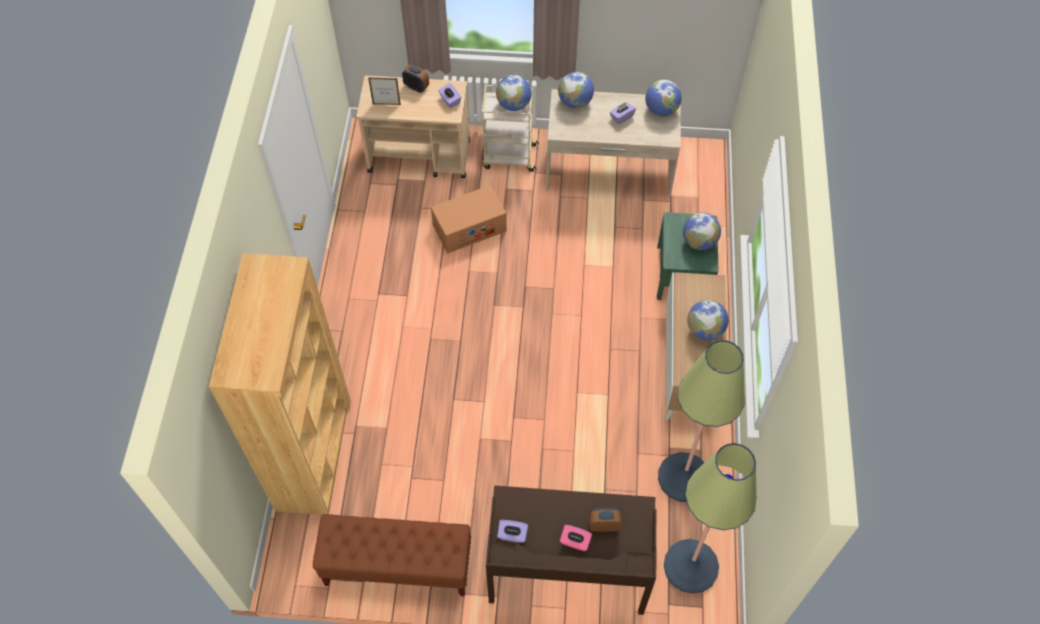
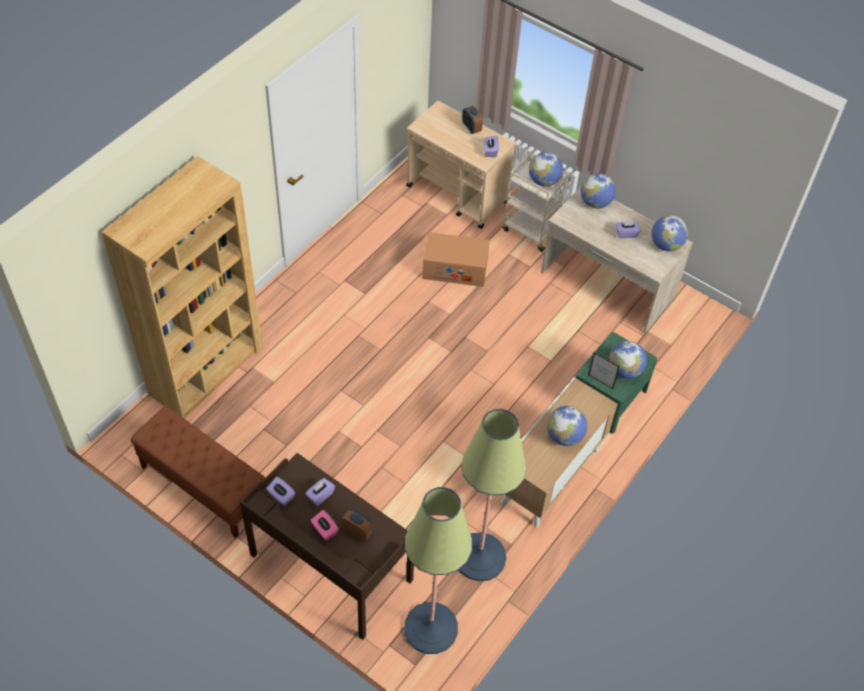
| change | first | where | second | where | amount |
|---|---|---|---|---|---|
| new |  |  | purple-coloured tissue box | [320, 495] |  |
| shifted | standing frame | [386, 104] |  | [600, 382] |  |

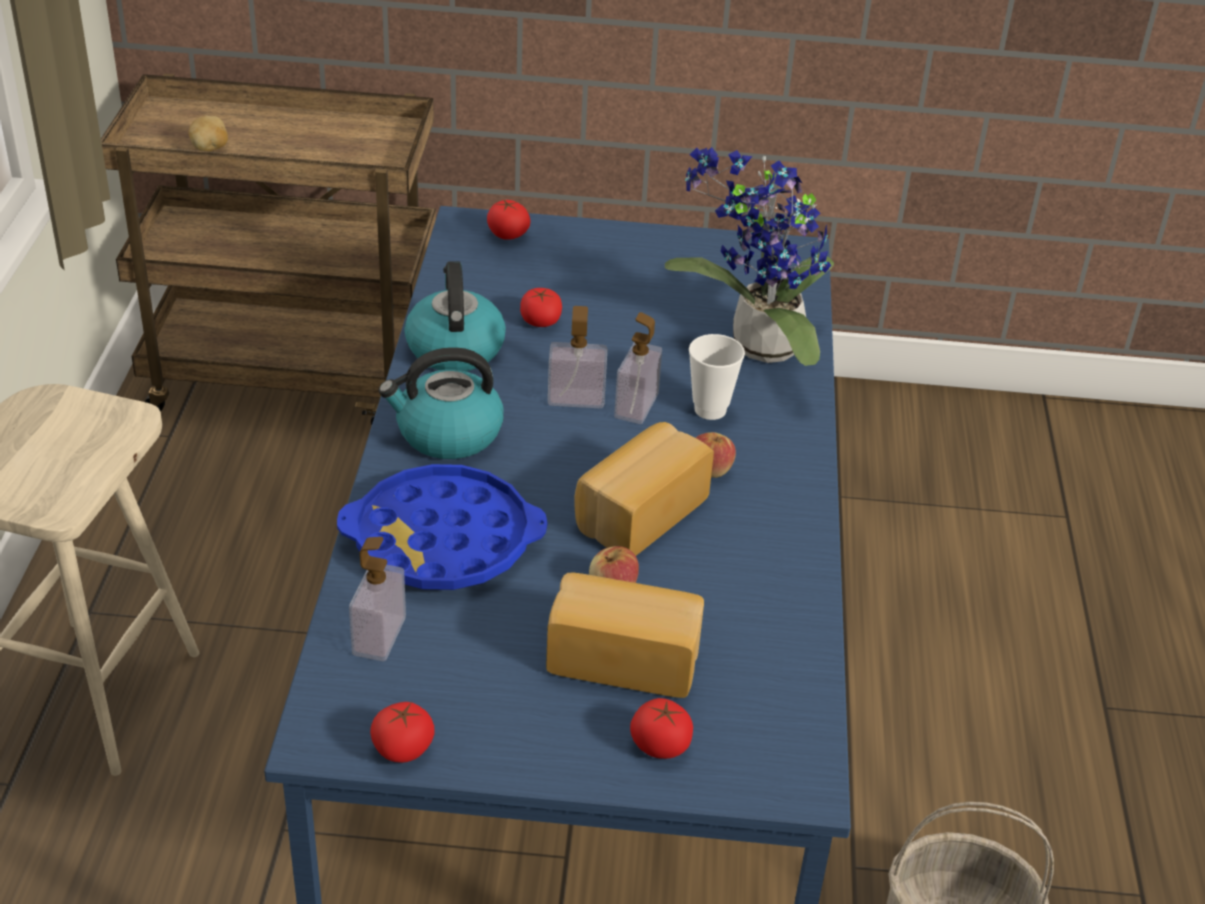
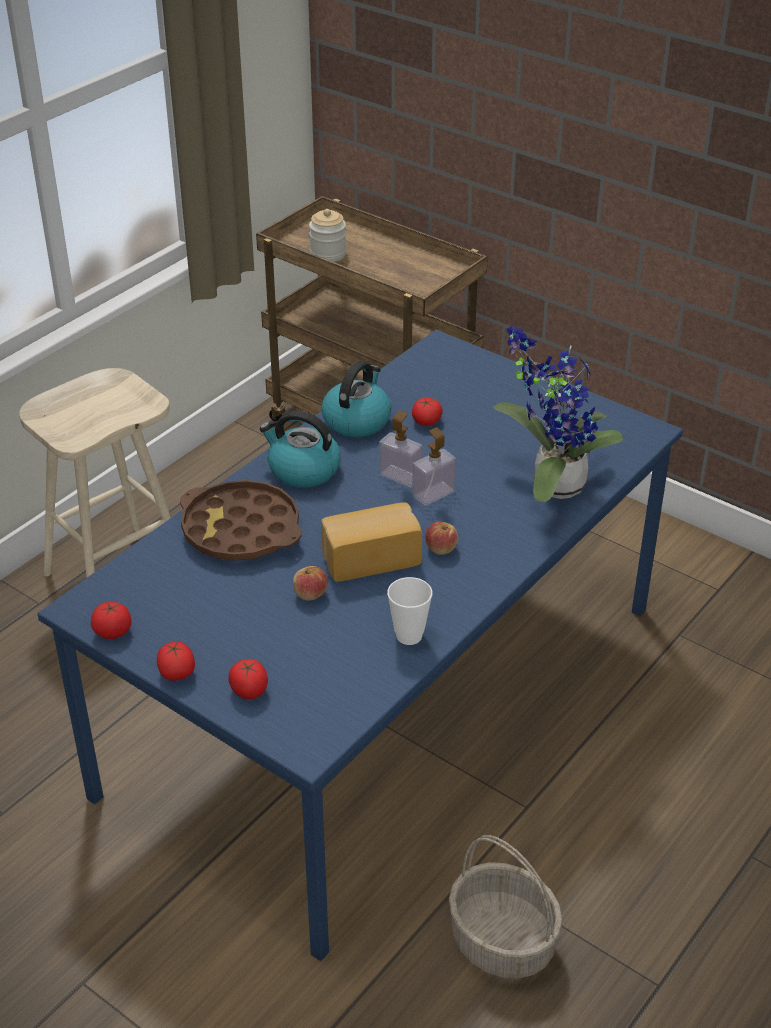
| change | first | where | second | where | amount |
|---|---|---|---|---|---|
| shifted | whole tomato | [507, 235] |  | [177, 673] |  |
| repainted | blue-coloured tray | [443, 540] | brown-coloured tray | [241, 530] |  |
| swapped | potato | [210, 149] | storage jar | [328, 254] |  |
| shifted | drinking cup | [710, 410] |  | [409, 636] |  |
| gone | soap dispenser | [379, 636] |  |  |  |
| gone | baked bread | [624, 656] |  |  |  |

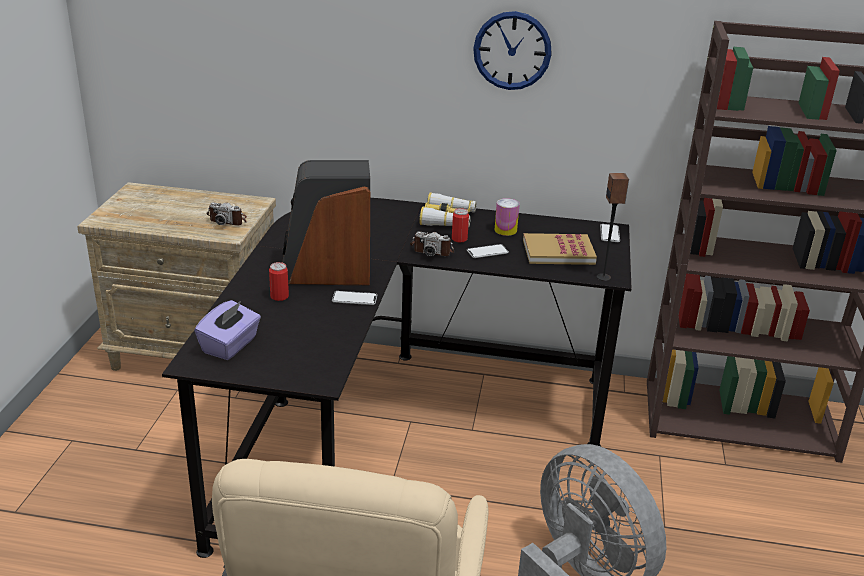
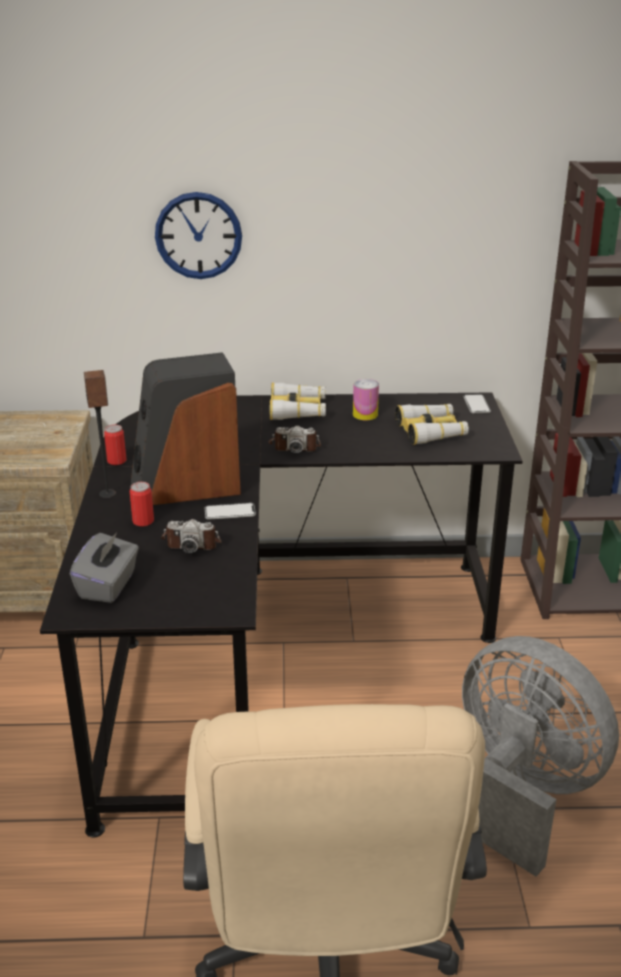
| change | first | where | second | where | amount |
|---|---|---|---|---|---|
| repainted | purple-coloured tissue box | [230, 345] | greyish tissue box | [108, 585] |  |
| shifted | audio speaker | [604, 277] |  | [108, 494] |  |
| shifted | sealed can | [459, 239] |  | [117, 461] |  |
| shifted | wall clock | [512, 51] |  | [198, 235] |  |
| shifted | photo camera | [228, 220] |  | [192, 542] |  |
| swapped | volume | [558, 252] | pair of binoculars | [431, 431] |  |
| gone | handset | [487, 252] |  |  |  |

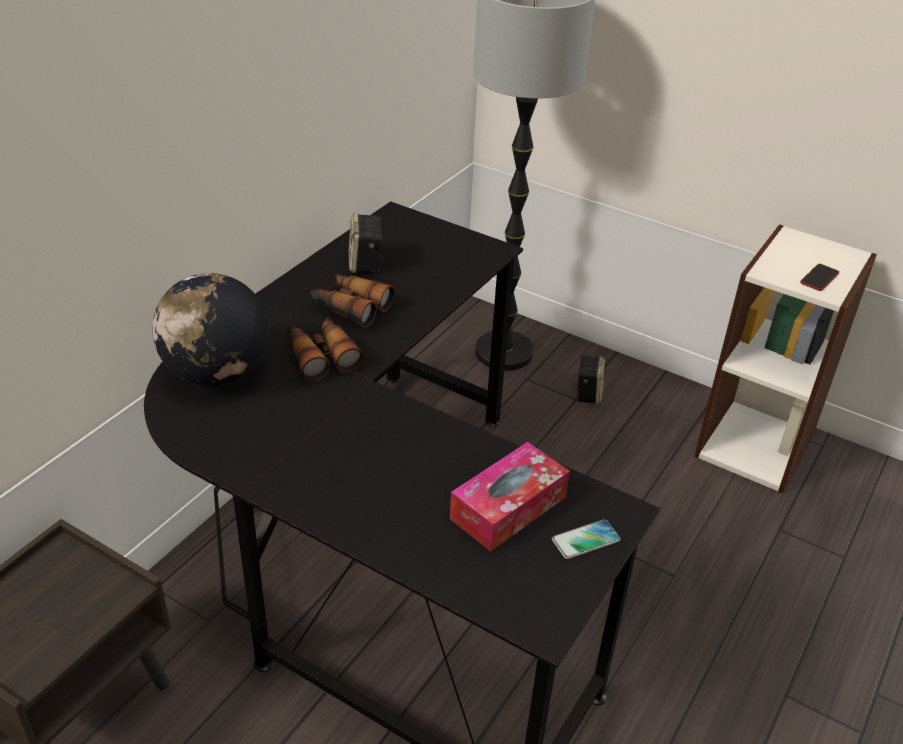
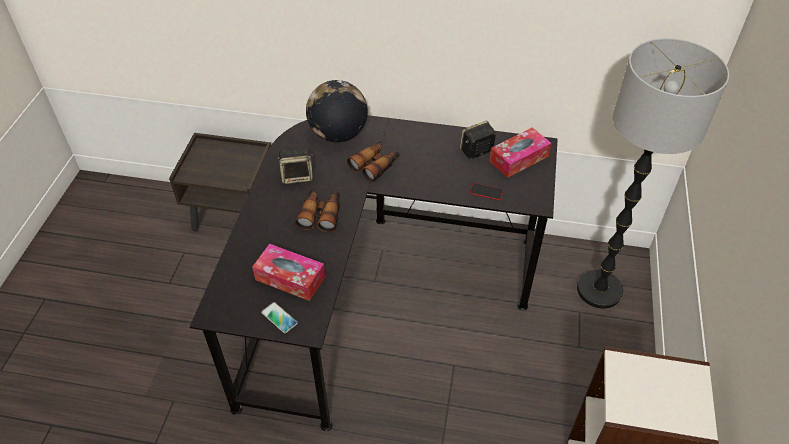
| change | first | where | second | where | amount |
|---|---|---|---|---|---|
| shifted | audio speaker | [588, 393] |  | [297, 176] |  |
| shifted | pair of binoculars | [350, 307] |  | [321, 214] |  |
| shifted | handset | [819, 278] |  | [486, 192] |  |
| new |  |  | tissue box | [519, 159] |  |

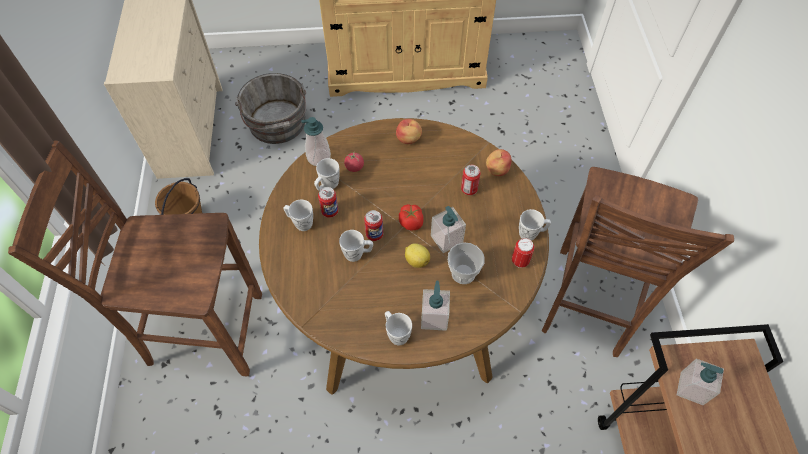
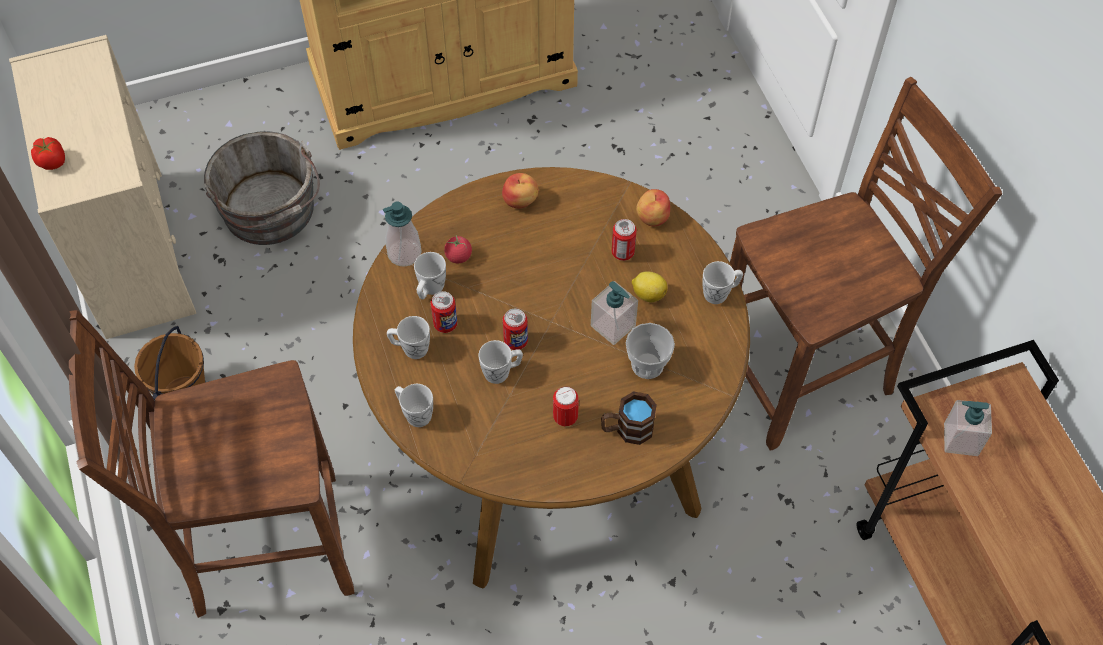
| change | first | where | second | where | amount |
|---|---|---|---|---|---|
| shifted | whole tomato | [411, 222] |  | [52, 162] |  |
| shifted | whitish mug | [396, 333] |  | [414, 413] |  |
| shifted | sealed can | [520, 261] |  | [565, 417] |  |
| swapped | soap dispenser | [434, 317] | brown-coloured mug | [627, 429] |  |
| shifted | whole lemon | [416, 260] |  | [648, 294] |  |
| rotated | brown-coloured plain chair | [588, 303] |  | [807, 375] | 120 degrees counterclockwise |

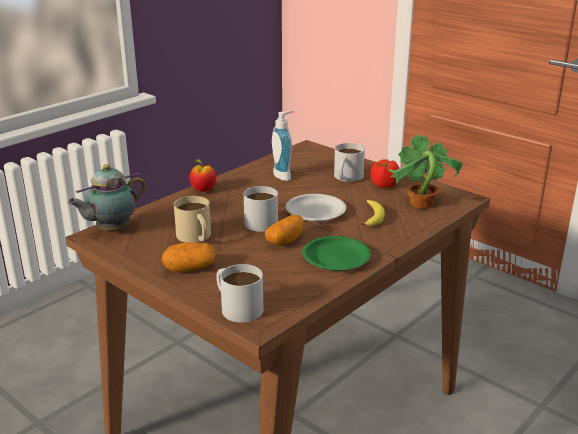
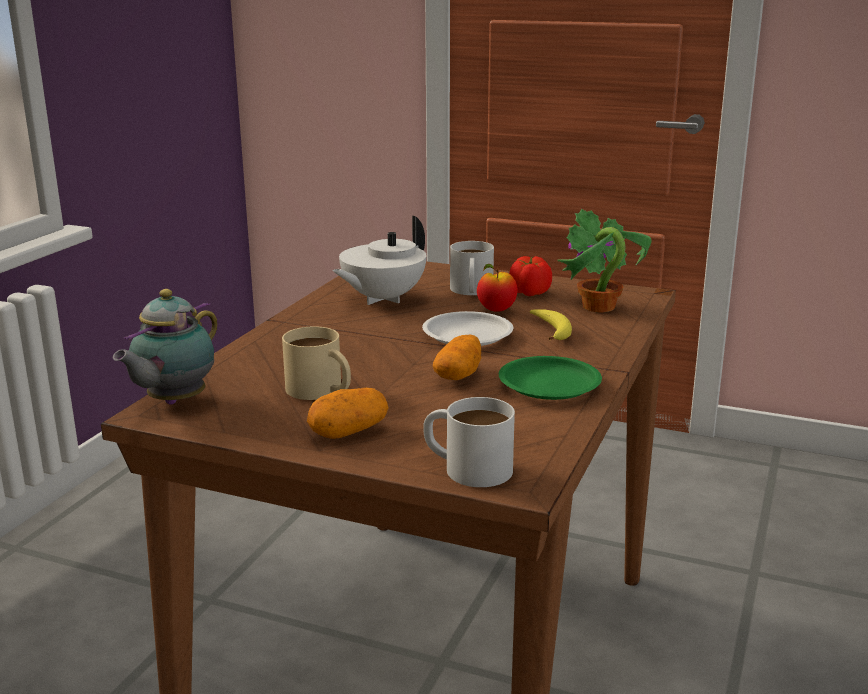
| change | first | where | second | where | amount |
|---|---|---|---|---|---|
| swapped | soap dispenser | [284, 175] | whitish pot for tea | [382, 299] |  |
| shifted | apple | [203, 190] |  | [496, 310] |  |
| gone | whitish mug | [259, 220] |  |  |  |

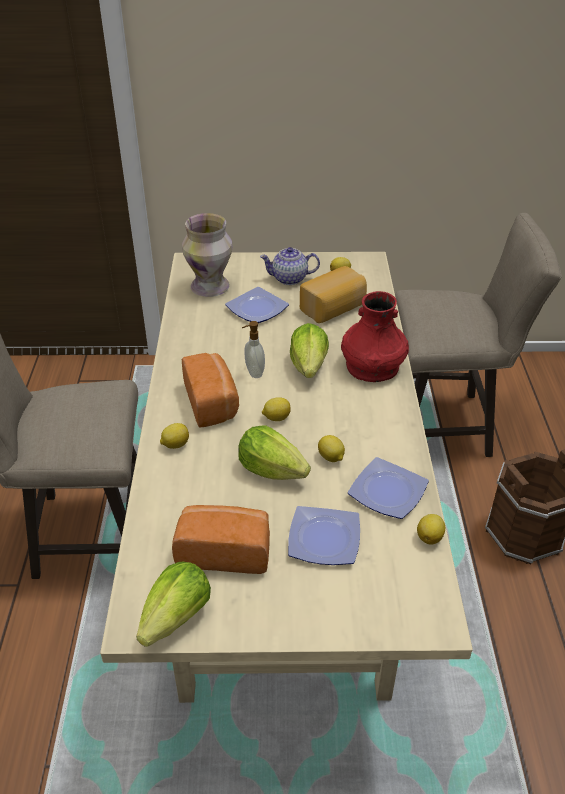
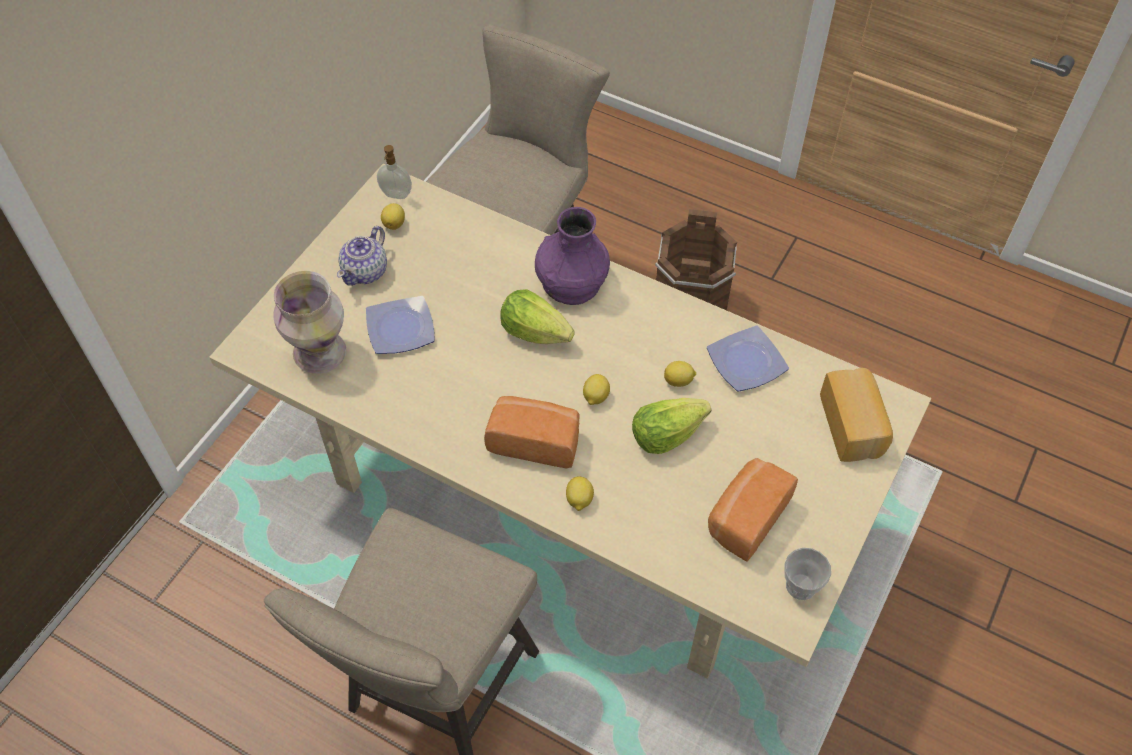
| change | first | where | second | where | amount |
|---|---|---|---|---|---|
| shifted | soap dispenser | [254, 372] |  | [396, 195] |  |
| repainted | red flower vase | [372, 366] | purple-coloured flower vase | [571, 281] |  |
| swapped | lettuce | [177, 617] | drinking cup | [801, 585] |  |
| shifted | baked bread | [334, 308] |  | [854, 425] |  |
| gone | plate | [322, 540] |  |  |  |
| gone | whole lemon | [430, 537] |  |  |  |

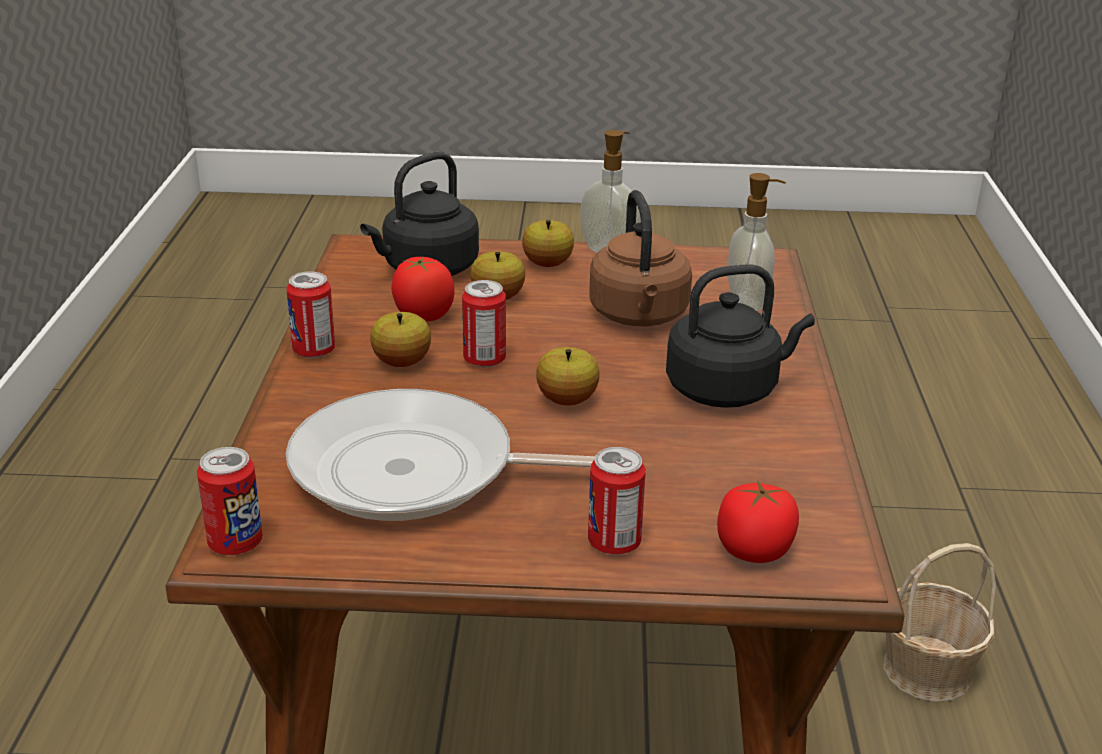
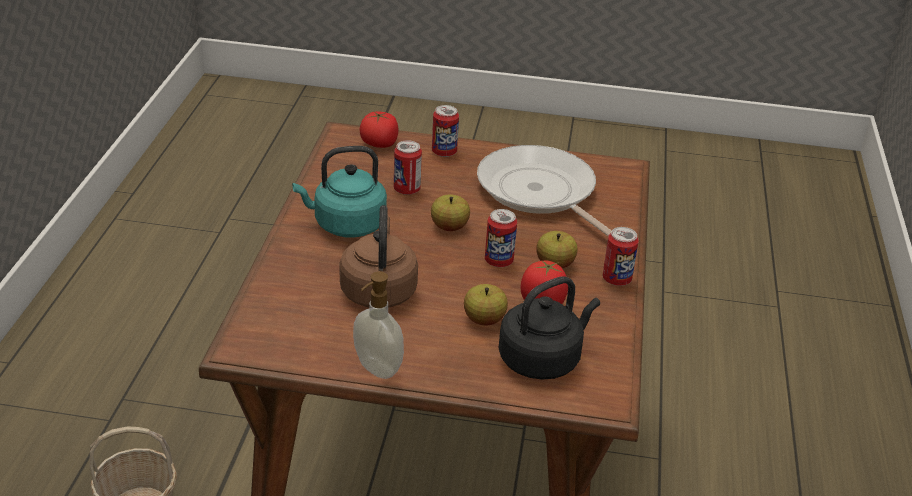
| change | first | where | second | where | amount |
|---|---|---|---|---|---|
| repainted | black-coloured kettle | [727, 389] | turquoise kettle | [346, 225] |  |
| shifted | sealed can | [235, 544] |  | [406, 190] |  |
| rotated | pan | [416, 472] |  | [540, 193] | 135 degrees counterclockwise |
| gone | apple | [547, 264] |  |  |  |
| gone | soap dispenser | [749, 303] |  |  |  |

